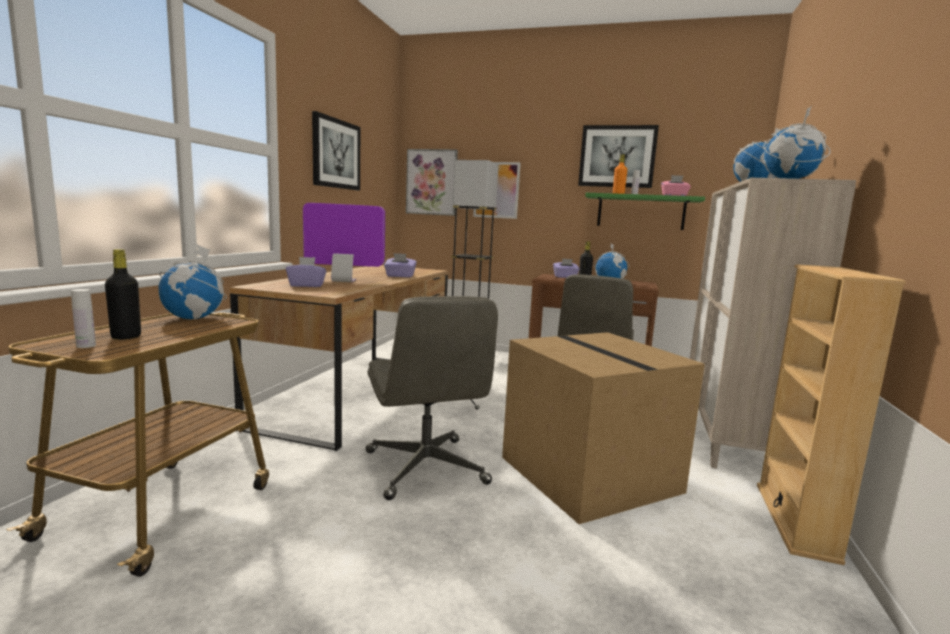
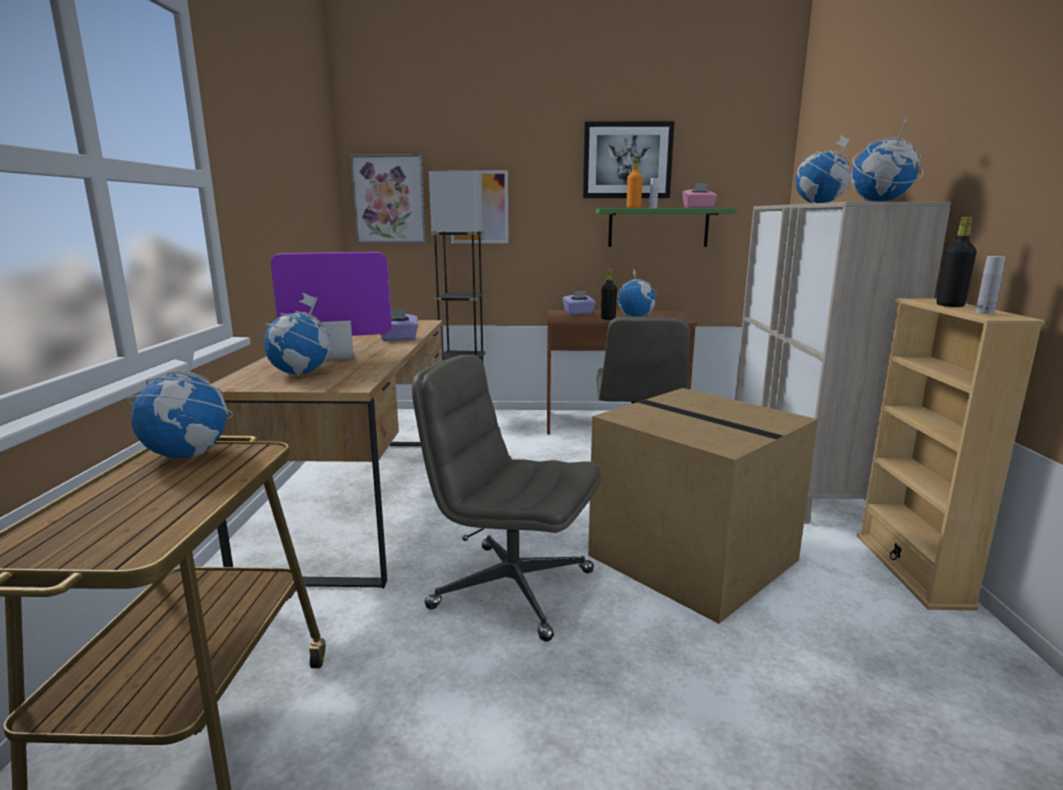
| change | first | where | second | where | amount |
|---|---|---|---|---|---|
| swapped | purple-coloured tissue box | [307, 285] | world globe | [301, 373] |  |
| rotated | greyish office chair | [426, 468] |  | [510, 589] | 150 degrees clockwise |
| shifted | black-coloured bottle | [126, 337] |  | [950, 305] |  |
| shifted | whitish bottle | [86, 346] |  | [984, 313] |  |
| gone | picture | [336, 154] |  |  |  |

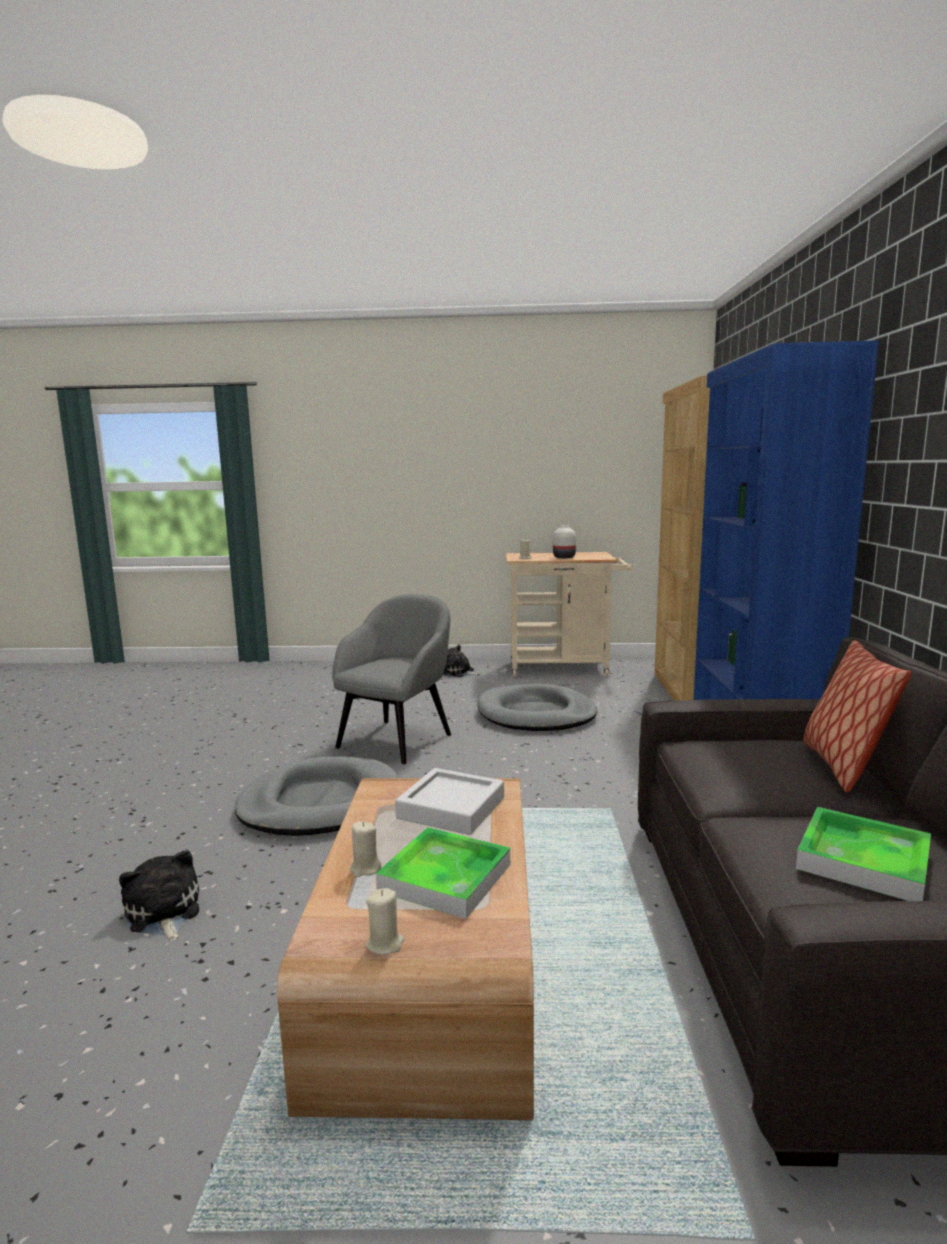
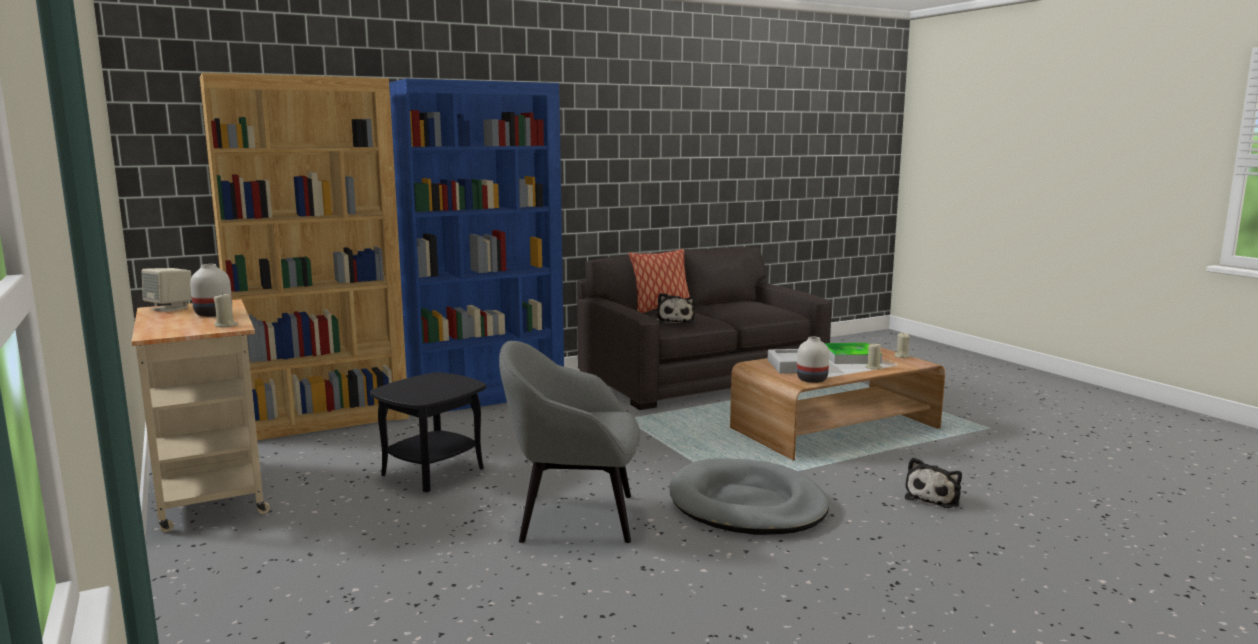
| change | first | where | second | where | amount |
|---|---|---|---|---|---|
| new |  |  | sand-coloured audio speaker | [170, 308] |  |
| swapped | greyish pet bed | [536, 714] | black-coloured end table | [433, 472] |  |
| shifted | cuddly toy | [458, 672] |  | [675, 321] |  |
| new |  |  | whitish flower vase | [811, 379] |  |
| gone | tray | [863, 860] |  |  |  |

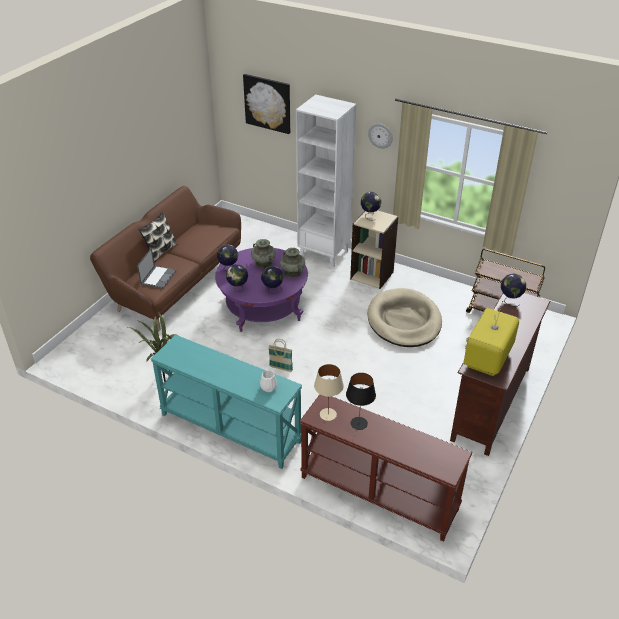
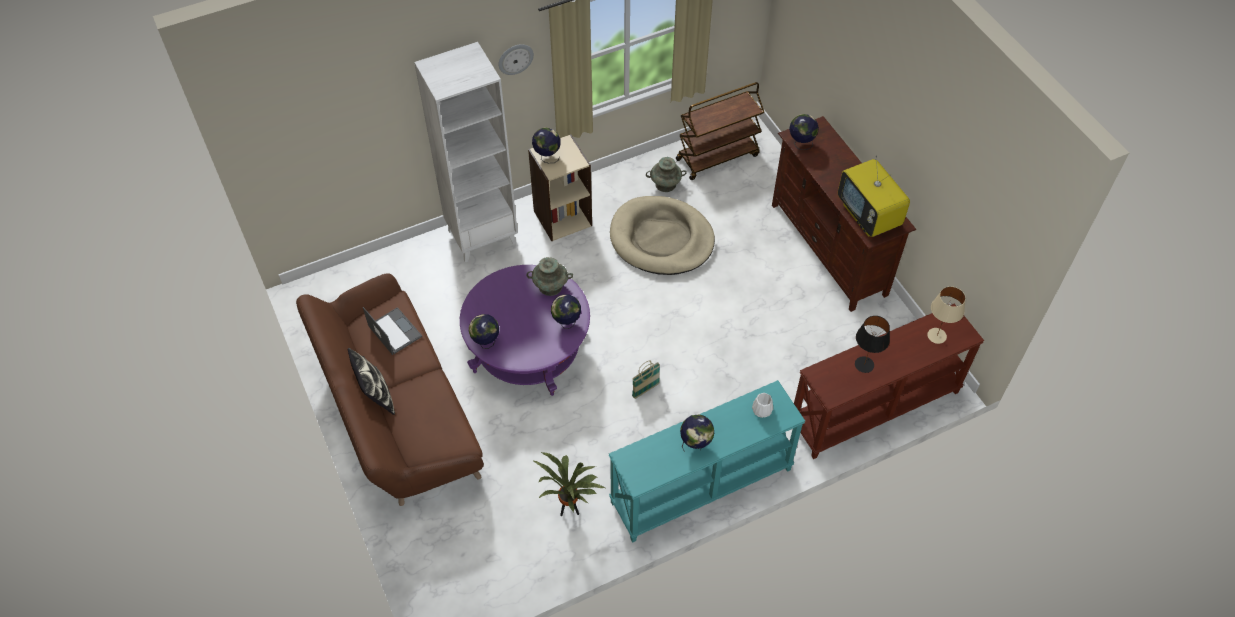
| change | first | where | second | where | amount |
|---|---|---|---|---|---|
| shifted | portable computer | [158, 277] |  | [394, 331] |  |
| shifted | turquoise flower vase | [263, 263] |  | [665, 184] |  |
| shifted | world globe | [238, 289] |  | [695, 444] |  |
| shifted | sand-coloured lamp for a table | [327, 414] |  | [936, 336] |  |
| gone | picture | [267, 103] |  |  |  |

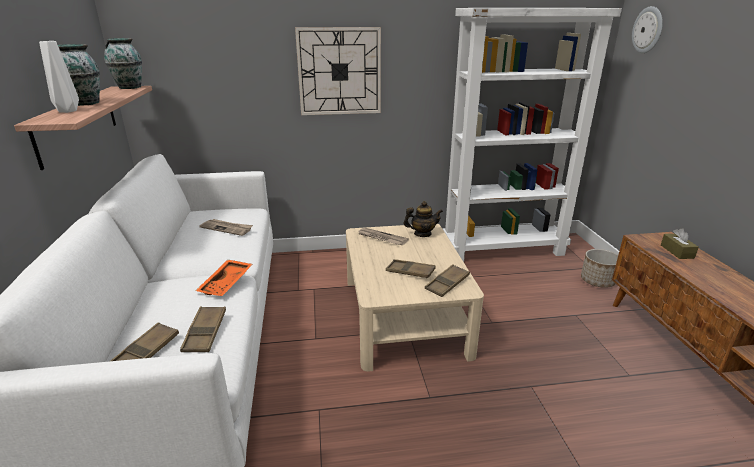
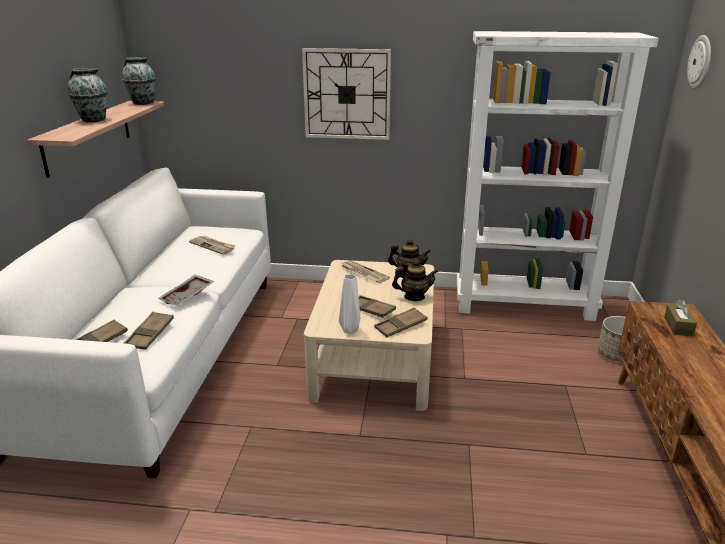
| change | first | where | second | where | amount |
|---|---|---|---|---|---|
| repainted | orange tray | [227, 284] | greyish tray | [188, 296] |  |
| shifted | whitish flower vase | [66, 111] |  | [349, 330] |  |
| new |  |  | pot for tea | [414, 297] |  |

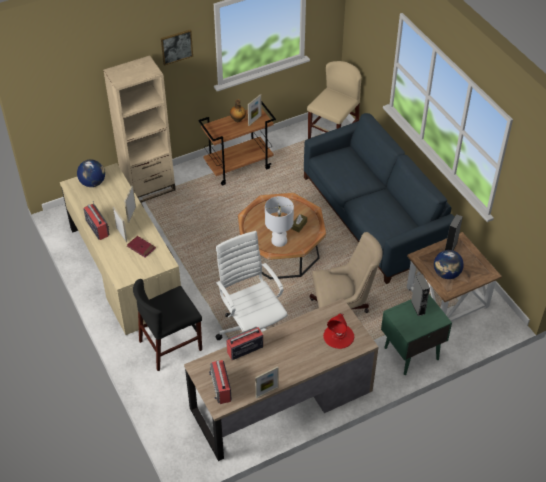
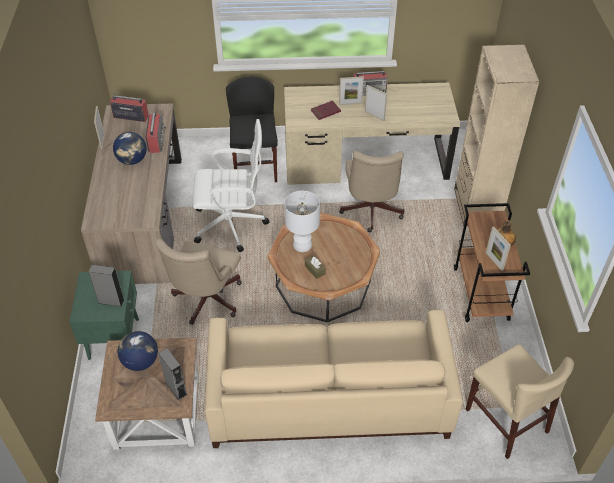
| change | first | where | second | where | amount |
|---|---|---|---|---|---|
| shifted | world globe | [93, 183] |  | [132, 160] |  |
| repainted | blue-coloured sofa | [373, 216] | sand-coloured sofa | [328, 396] |  |
| new |  |  | sand-coloured office chair | [370, 212] |  |
| gone | picture | [176, 46] |  |  |  |
| gone | red lamp for a table | [338, 336] |  |  |  |

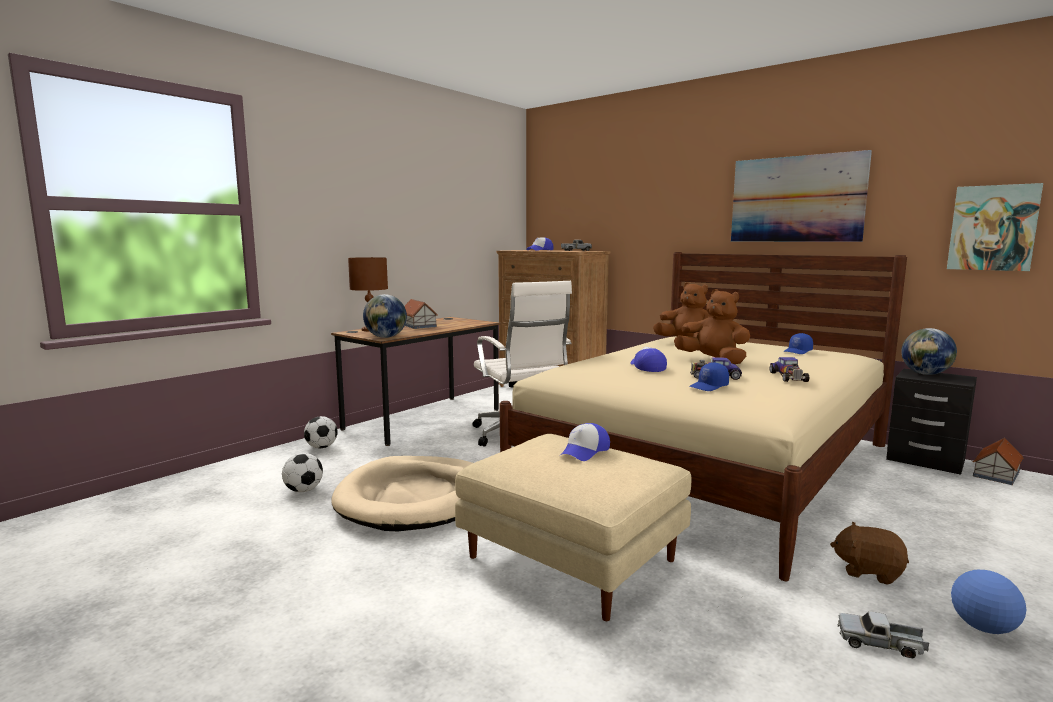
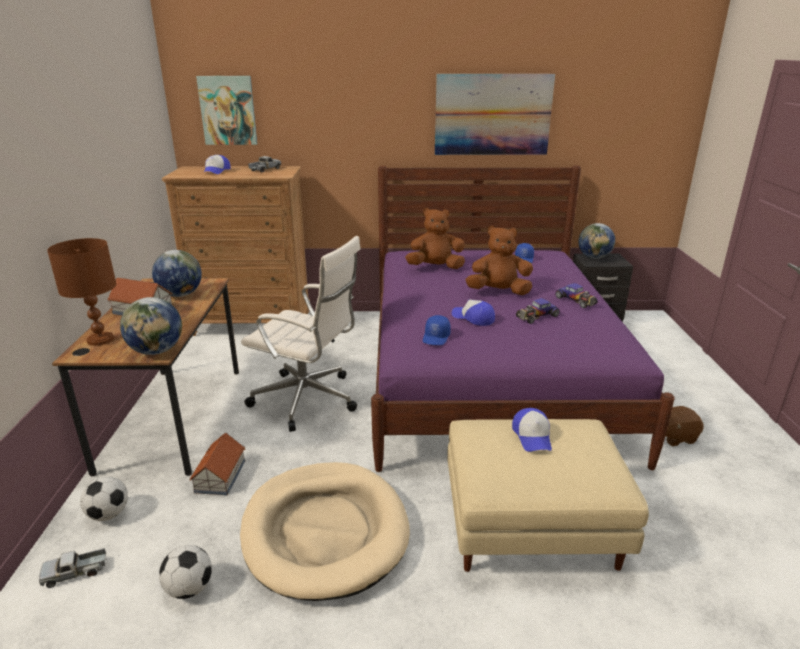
| change | first | where | second | where | amount |
|---|---|---|---|---|---|
| shifted | model truck | [880, 643] |  | [75, 572] |  |
| new |  |  | world globe | [180, 295] |  |
| shifted | model house | [995, 474] |  | [219, 476] |  |
| shifted | picture | [992, 228] |  | [228, 110] |  |
| repainted | sand-coloured bedroom bed | [708, 463] | purple-coloured bedroom bed | [488, 374] |  |
| shifted | blue-coloured cap | [709, 387] |  | [436, 337] |  |
| gone | football ball | [983, 627] |  |  |  |

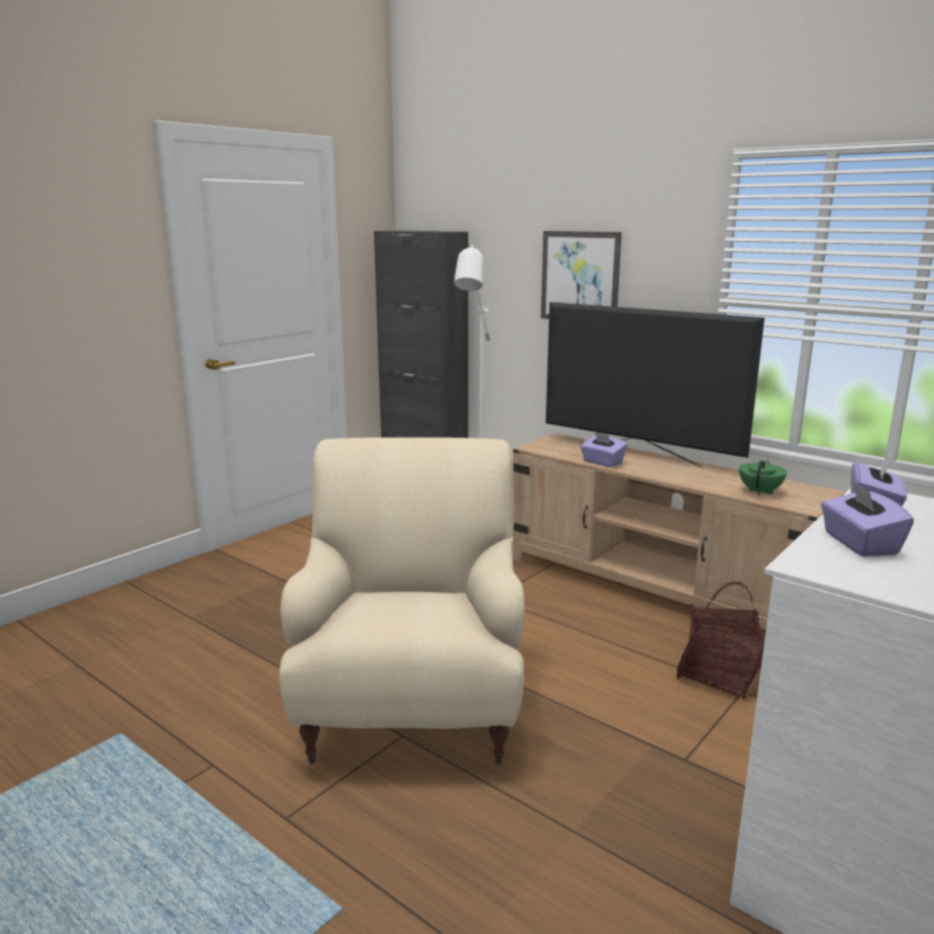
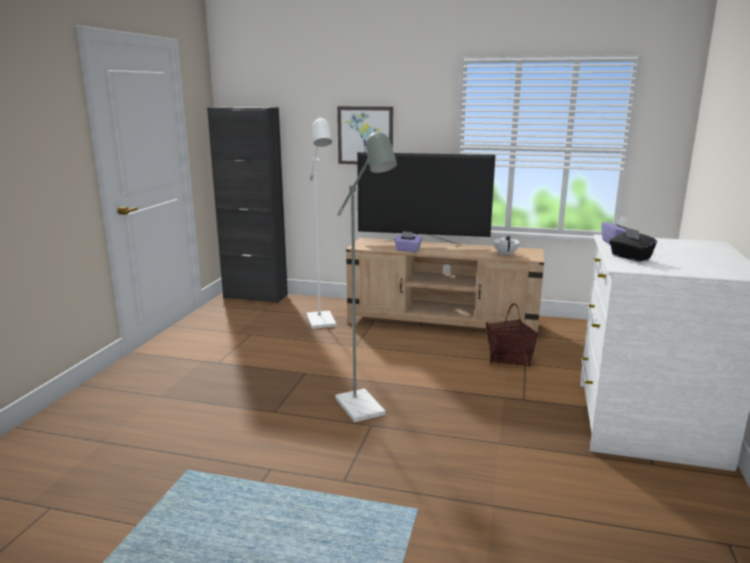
| change | first | where | second | where | amount |
|---|---|---|---|---|---|
| swapped | sand-coloured easy chair | [413, 709] | greyish floor lamp | [364, 411] |  |
| repainted | greenish pot for tea | [760, 491] | whitish pot for tea | [505, 254] |  |
| repainted | purple-coloured tissue box | [859, 544] | black-coloured tissue box | [630, 257] |  |

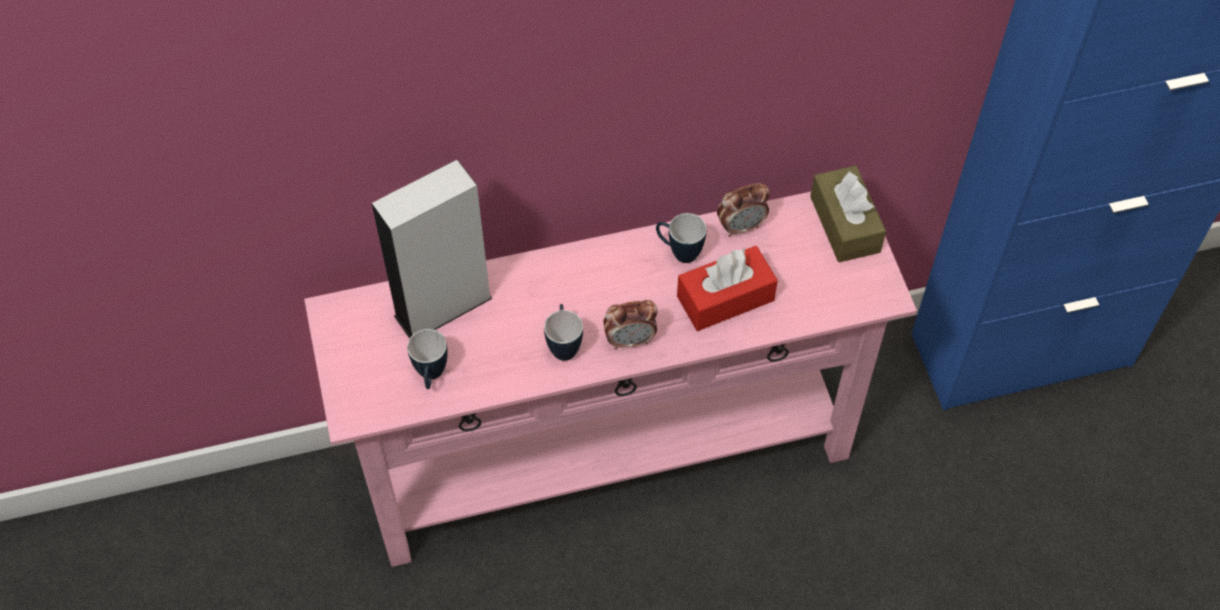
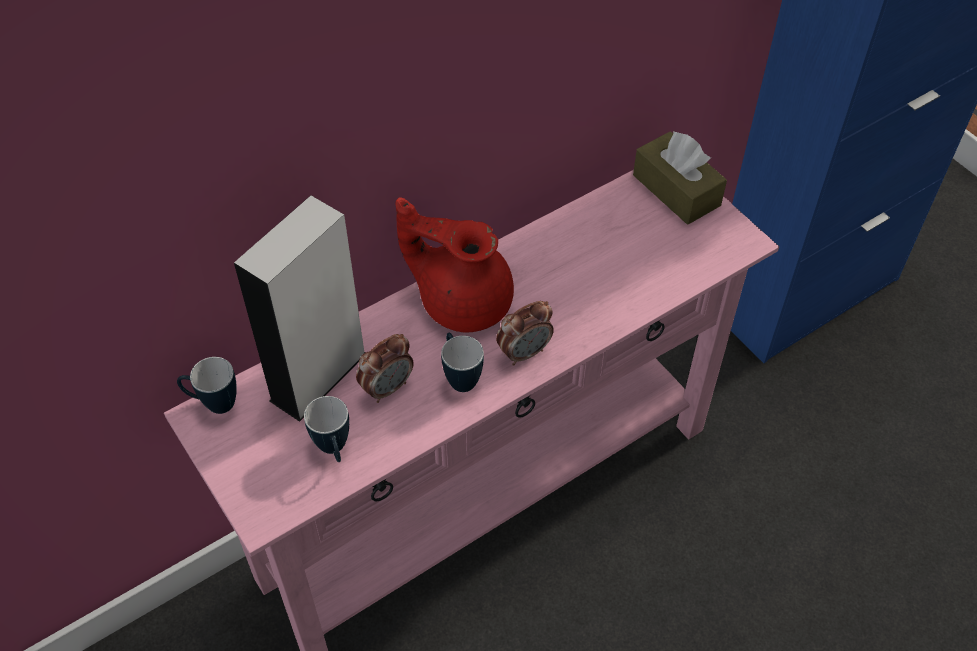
| change | first | where | second | where | amount |
|---|---|---|---|---|---|
| shifted | mug | [679, 252] |  | [213, 403] |  |
| shifted | table clock | [741, 227] |  | [387, 387] |  |
| new |  |  | red pot for tea | [462, 300] |  |
| gone | red tissue box | [725, 298] |  |  |  |

